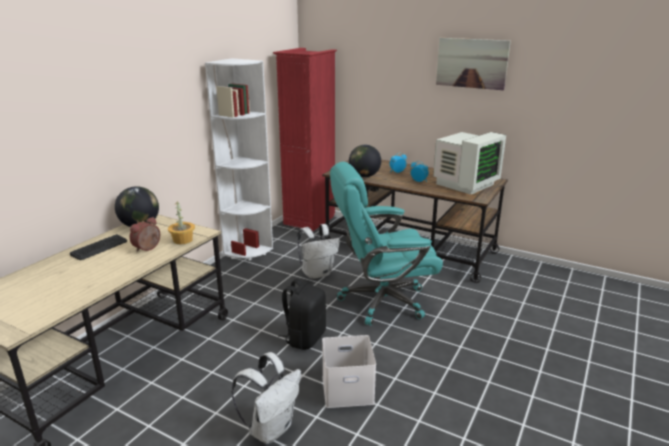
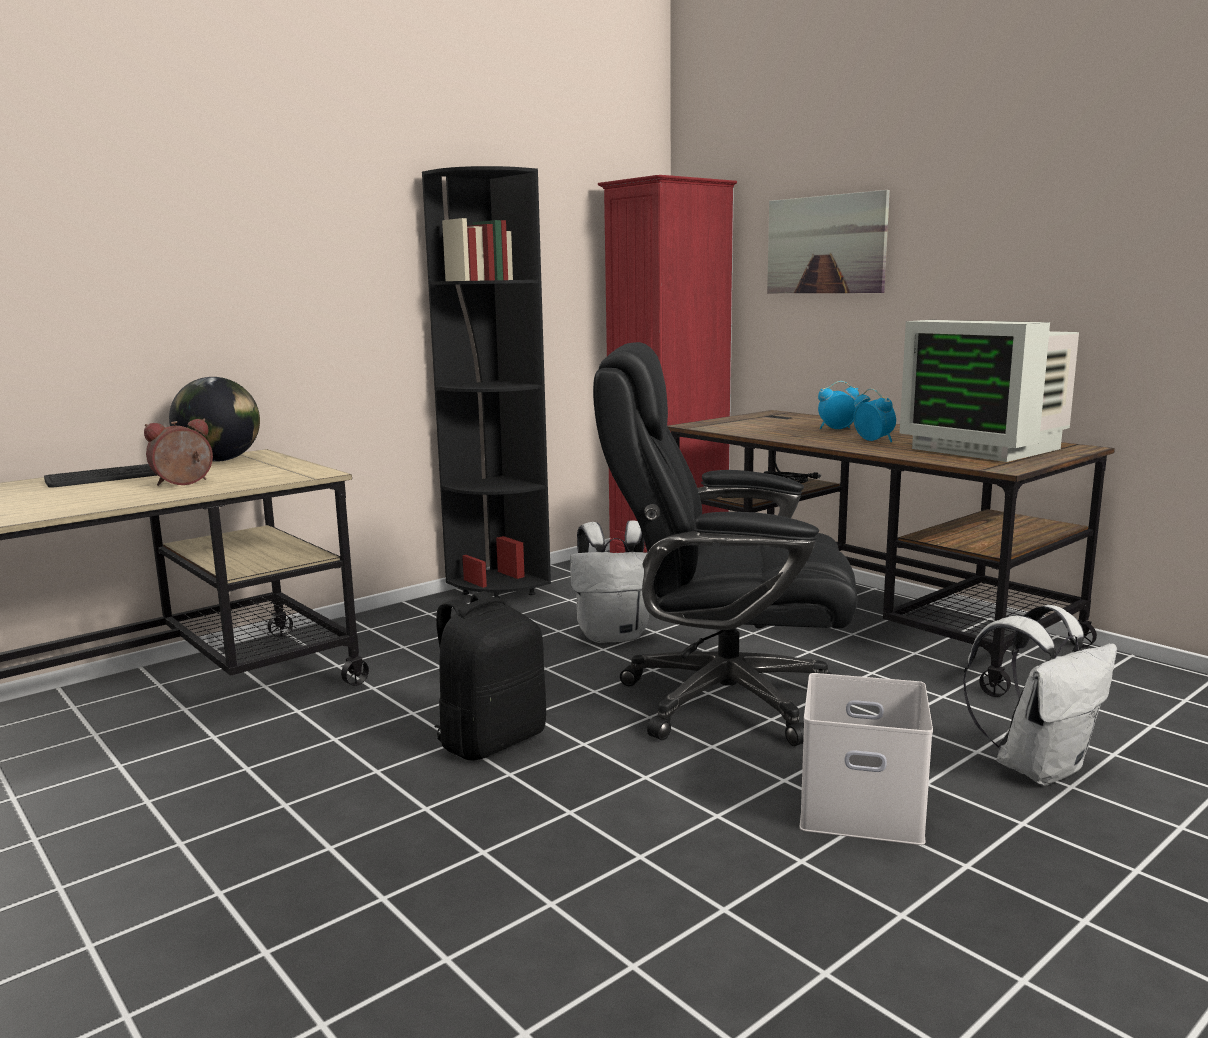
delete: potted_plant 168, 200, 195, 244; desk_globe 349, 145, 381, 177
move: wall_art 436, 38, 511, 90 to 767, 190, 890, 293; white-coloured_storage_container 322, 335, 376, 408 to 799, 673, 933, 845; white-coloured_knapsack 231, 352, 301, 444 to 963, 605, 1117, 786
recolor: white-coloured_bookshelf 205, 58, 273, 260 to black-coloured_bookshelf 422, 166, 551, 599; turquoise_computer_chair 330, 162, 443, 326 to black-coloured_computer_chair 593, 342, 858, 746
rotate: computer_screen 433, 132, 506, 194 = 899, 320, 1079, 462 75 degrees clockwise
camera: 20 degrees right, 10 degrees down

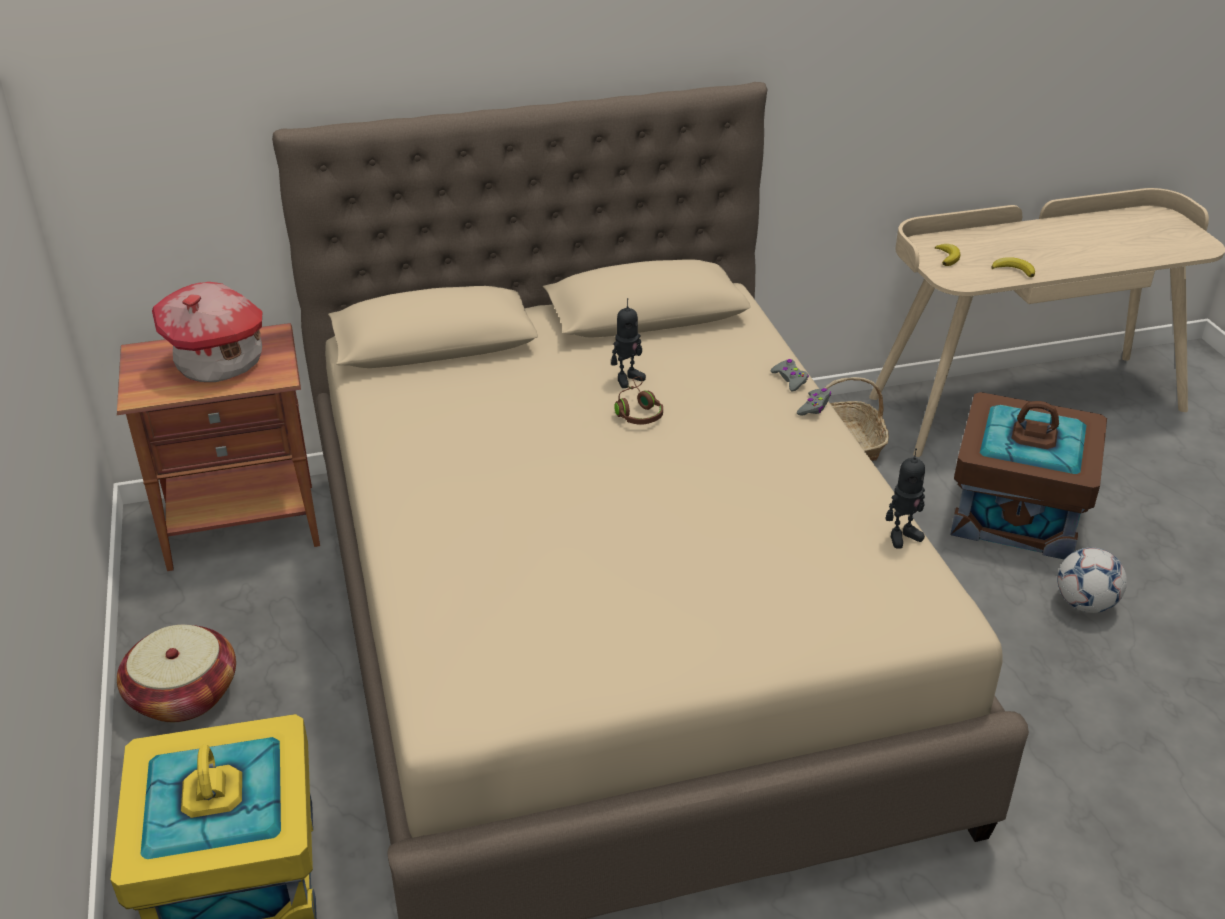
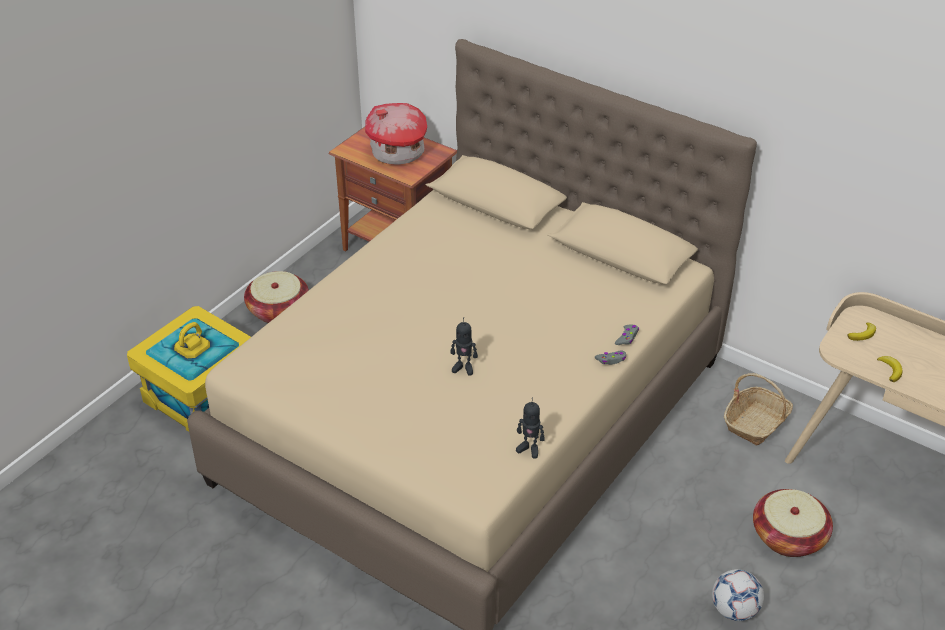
delete: brown_headphones 614, 377, 663, 425
move: robot_figure 611, 298, 646, 388 to 450, 317, 478, 376
replace: brown_storage_container 950, 392, 1107, 560 to storage_basket 753, 489, 833, 557
camera: 50 degrees right, 5 degrees up

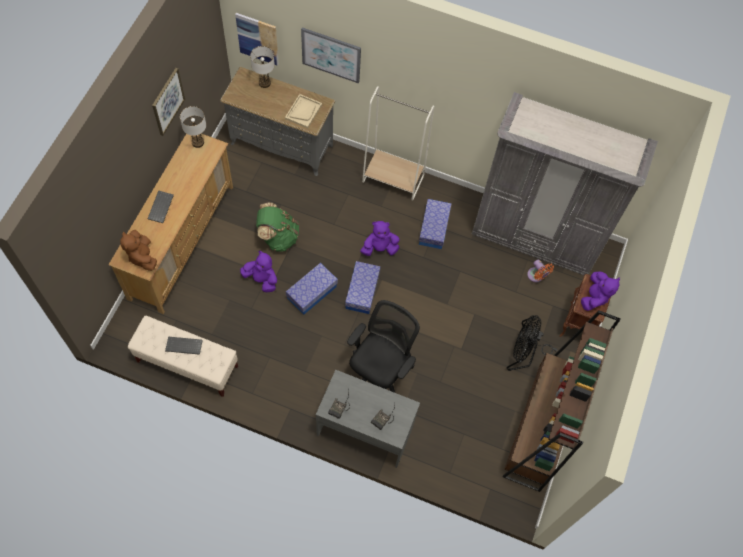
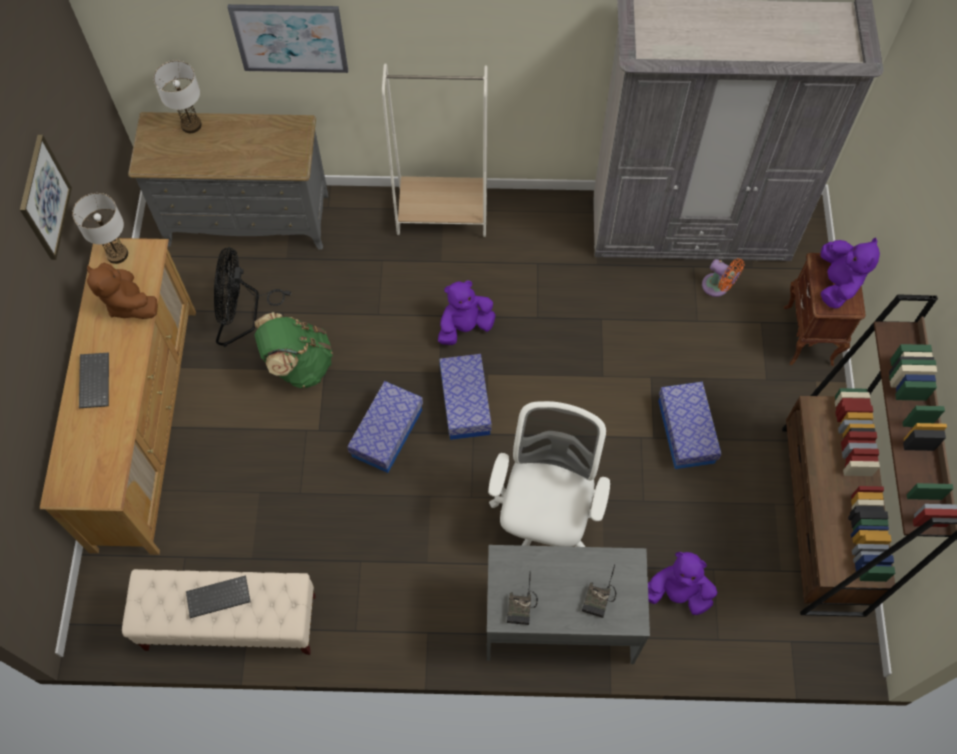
delete: wall_art 235, 13, 279, 66; sand-coloured_carrying_tray 285, 94, 322, 128
move: brown_soft_toy 120, 230, 157, 271 to 87, 263, 158, 319; black-coloured_cooling_fan 506, 315, 557, 371 to 214, 247, 292, 347; purplish_soft_toy 240, 251, 277, 292 to 648, 552, 717, 615; storage_container 419, 199, 451, 249 to 658, 382, 721, 469
recolor: black-coloured_computer_chair 347, 300, 420, 393 to white-coloured_computer_chair 488, 401, 610, 547
camera: 15 degrees left, 0 degrees up

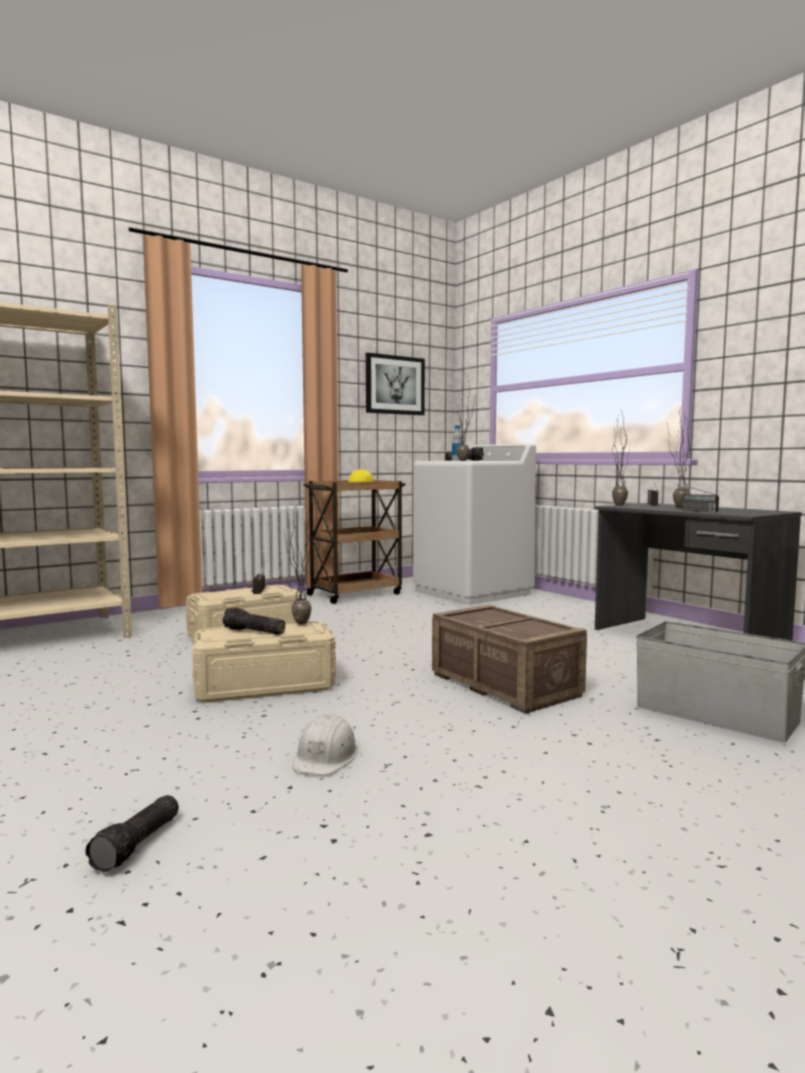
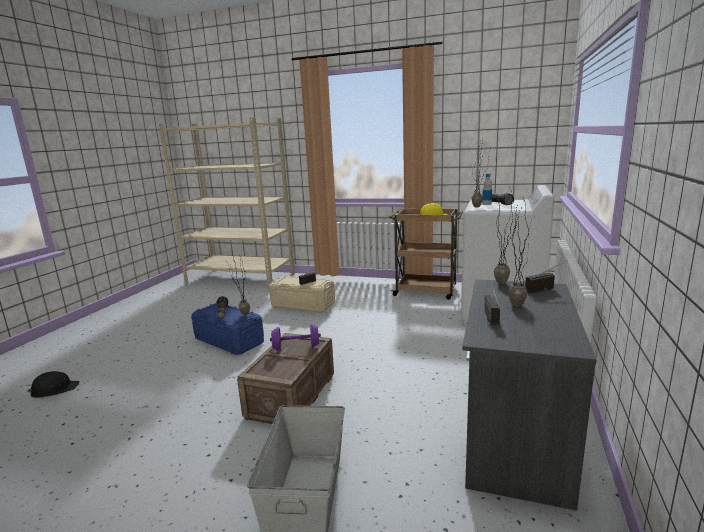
delete: white-coloured_safety_helmet 293, 714, 358, 775; wall_art 366, 353, 425, 415
insert: purplish_dumbbell 270, 324, 321, 351
replace: flashlight 85, 795, 179, 873 to black-coloured_safety_helmet 27, 371, 79, 398
recolor: sand-coloured_storage_container 192, 621, 336, 702 to bluish_storage_container 191, 303, 264, 355
camera: 55 degrees right, 10 degrees up

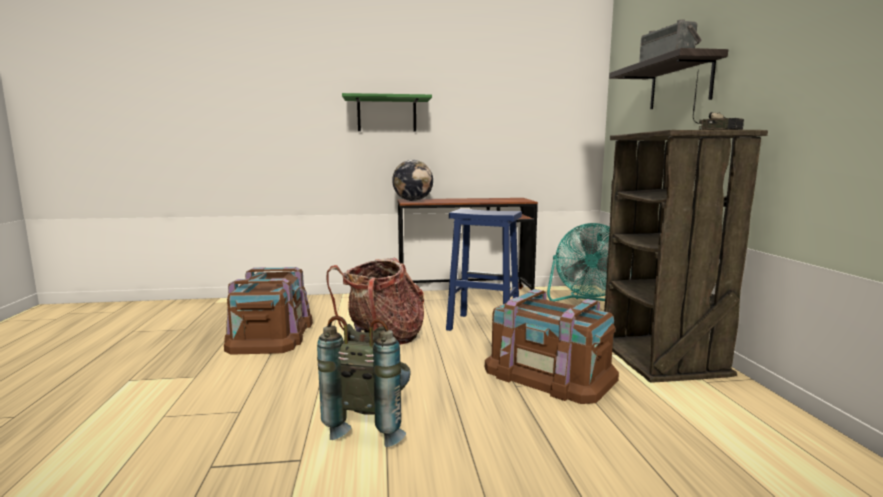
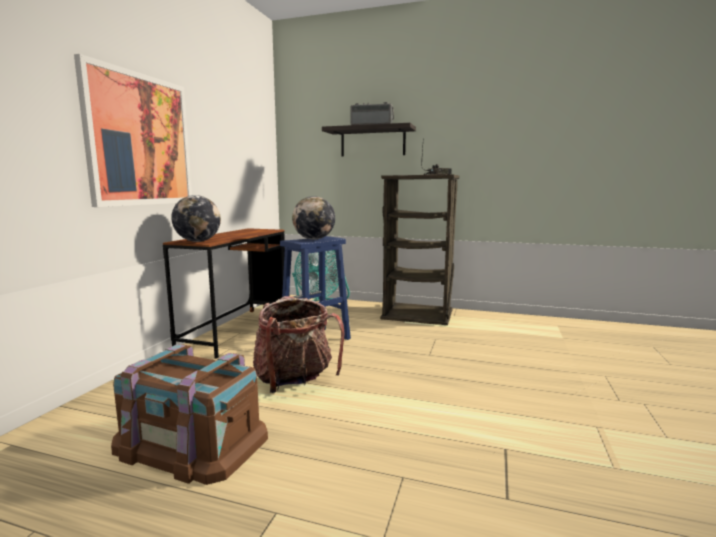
delete: greyish_knapsack 317, 316, 411, 447; brown_storage_container 485, 289, 619, 404
insert: desk_globe 292, 196, 335, 240
replace: greenish_bracket_shelf 342, 93, 432, 132 to wall_art 74, 54, 192, 207
camera: 65 degrees left, 0 degrees up

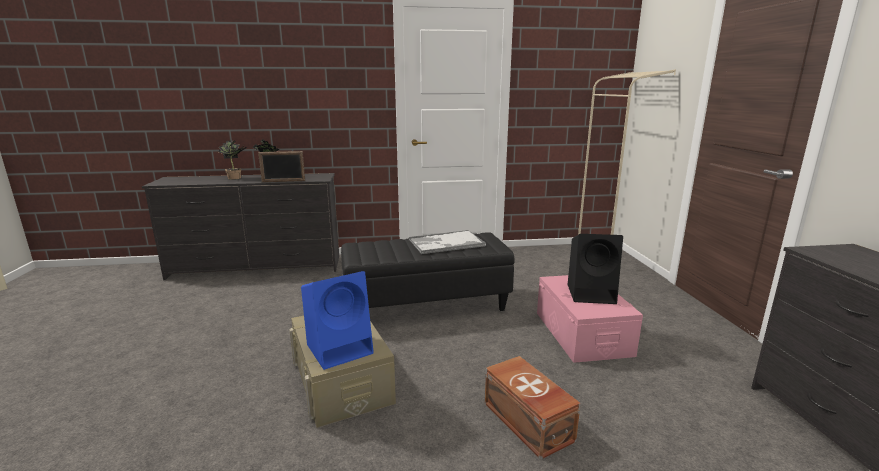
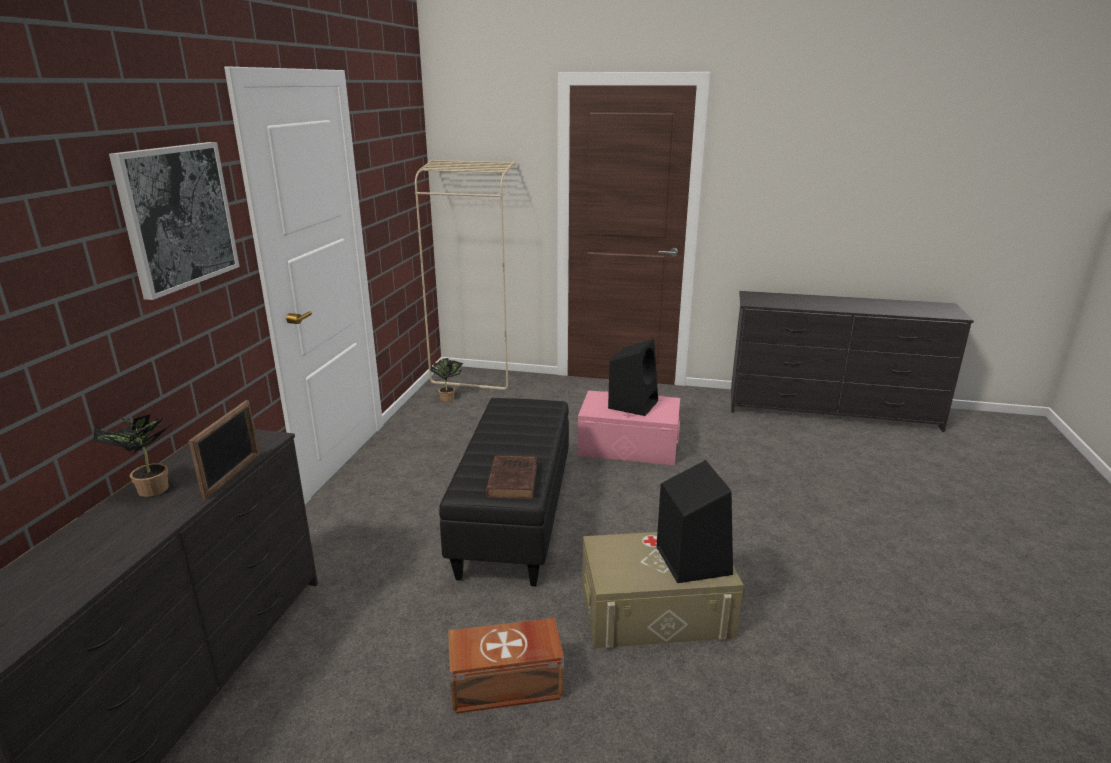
delete: carrying_tray 409, 230, 486, 254
insert: wall_art 109, 142, 240, 300; brown_bound_book 486, 455, 537, 499
move: potted_plant 218, 141, 247, 180 to 430, 358, 463, 402; brown_storage_container 485, 356, 581, 460 to 448, 618, 564, 714
recolor: bluish_speaker 301, 271, 374, 370 to black-coloured_speaker 656, 460, 733, 583
camera: 70 degrees left, 5 degrees up

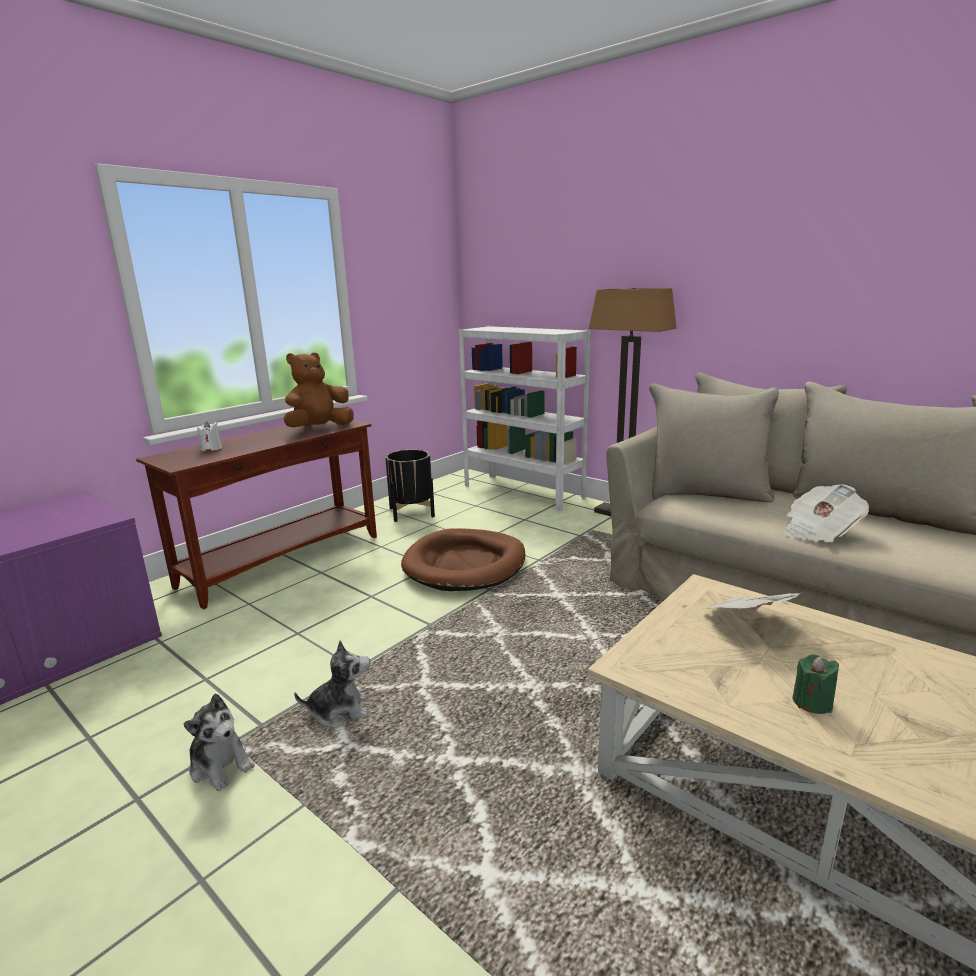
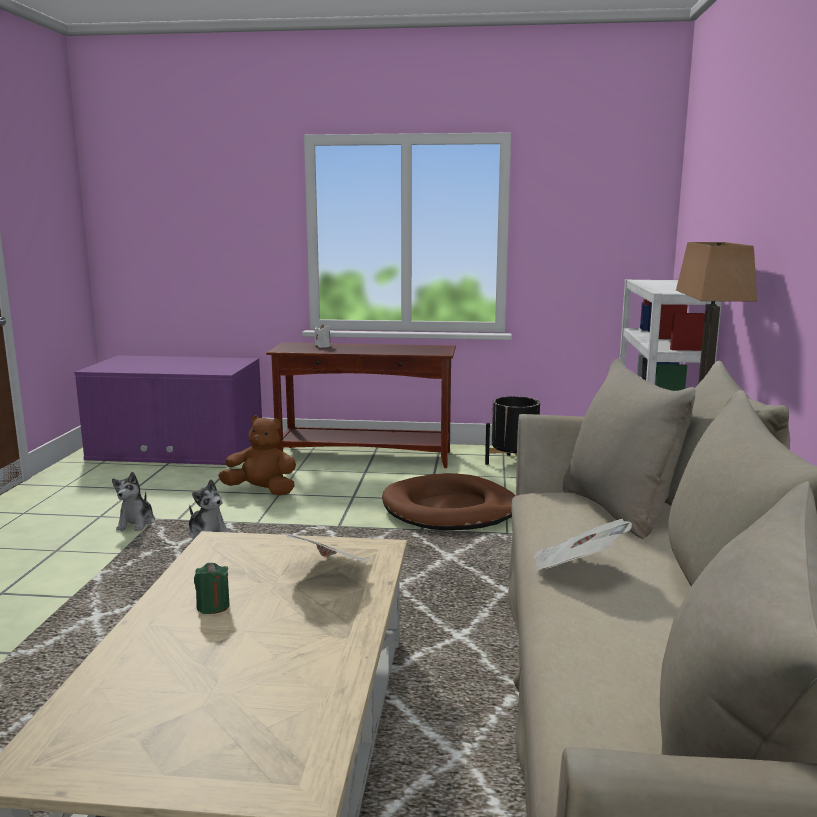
move: brown_soft_toy 284, 352, 354, 427 to 218, 415, 296, 496
camera: 55 degrees right, 5 degrees down

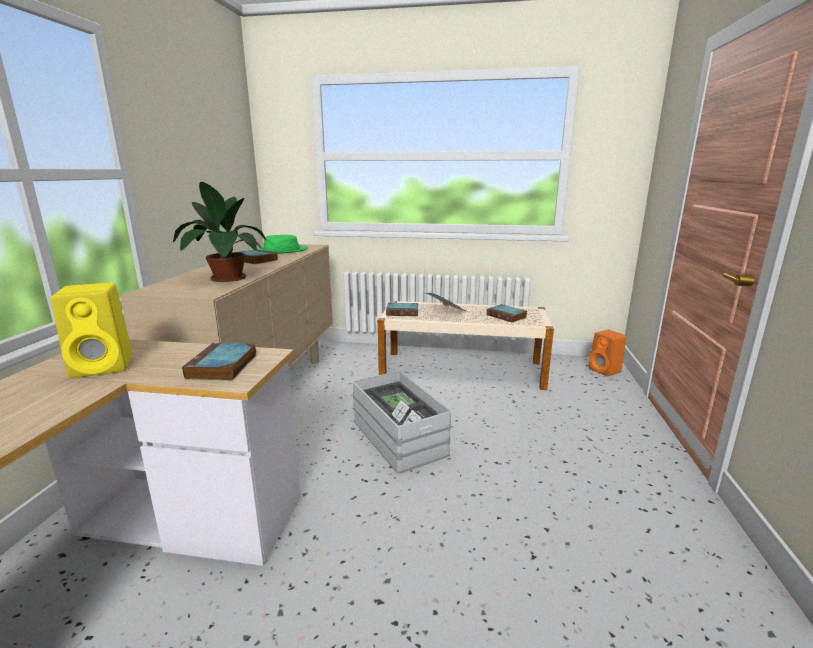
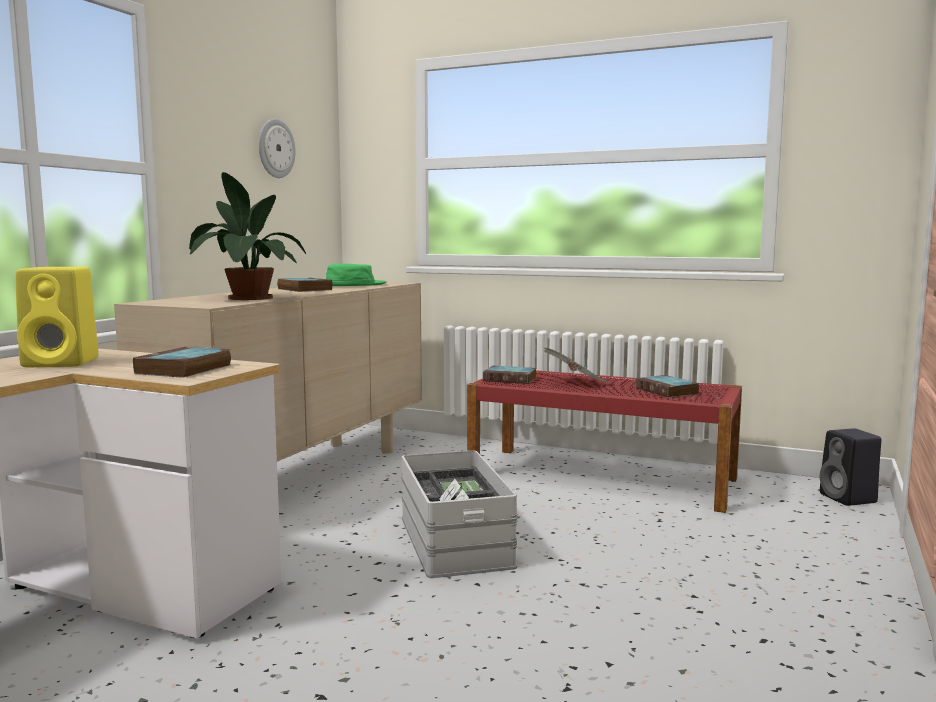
insert: clock_on_the_wall 258, 119, 296, 178
recolor: sand-coloured_indoor_bench 378, 301, 554, 390 to red_indoor_bench 467, 370, 742, 513; orangey_speaker 589, 330, 626, 376 to black-coloured_speaker 820, 428, 881, 506
camera: 15 degrees right, 10 degrees down

